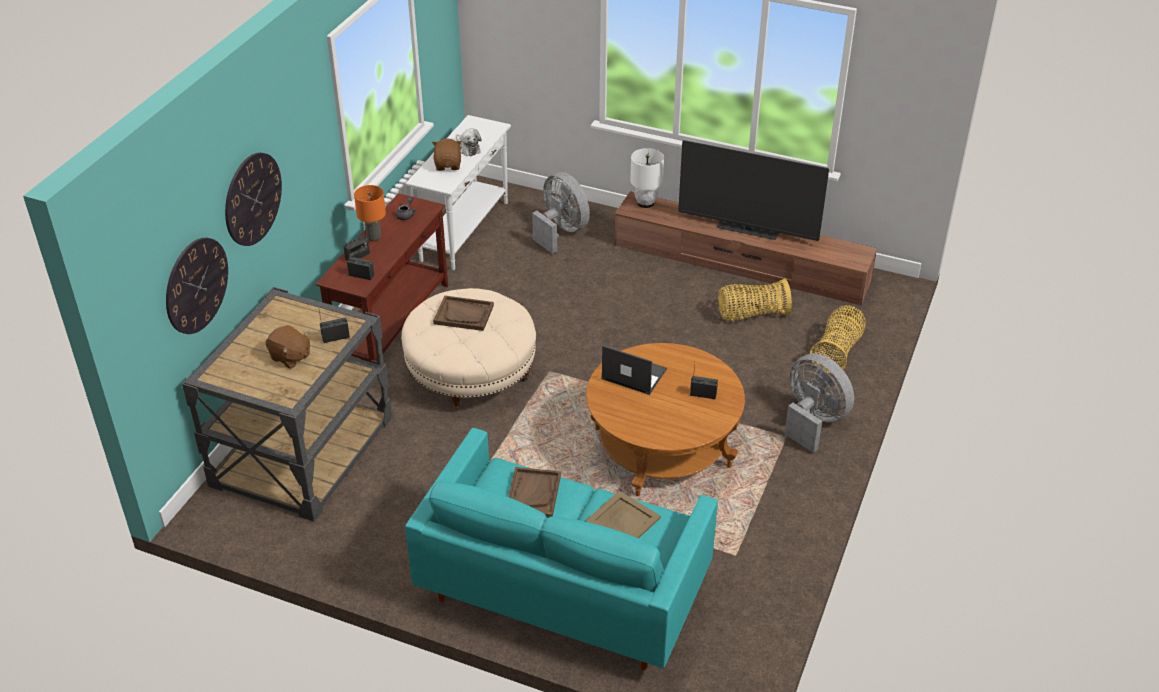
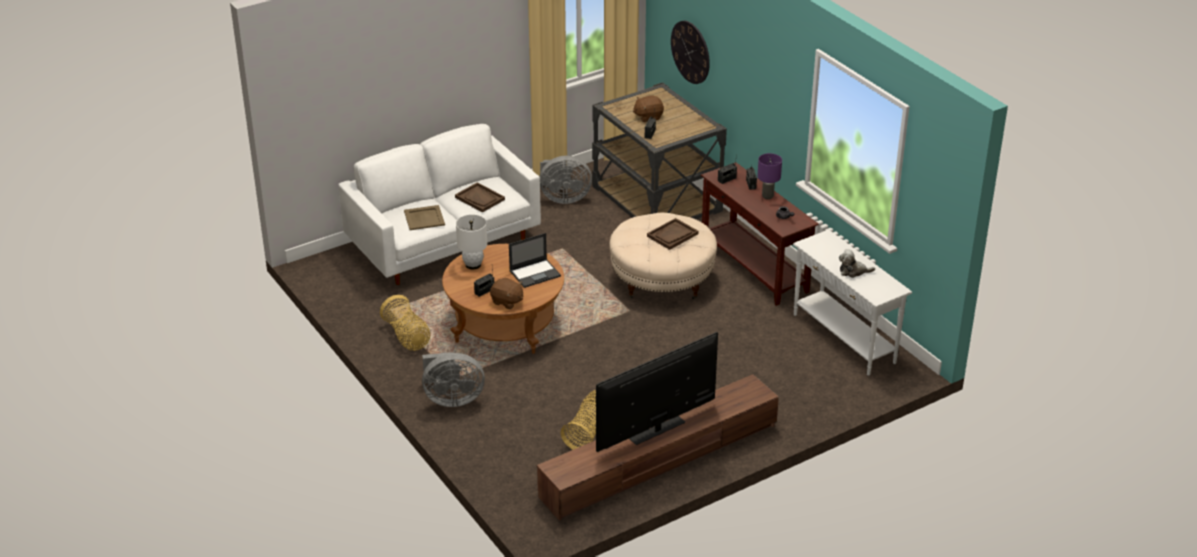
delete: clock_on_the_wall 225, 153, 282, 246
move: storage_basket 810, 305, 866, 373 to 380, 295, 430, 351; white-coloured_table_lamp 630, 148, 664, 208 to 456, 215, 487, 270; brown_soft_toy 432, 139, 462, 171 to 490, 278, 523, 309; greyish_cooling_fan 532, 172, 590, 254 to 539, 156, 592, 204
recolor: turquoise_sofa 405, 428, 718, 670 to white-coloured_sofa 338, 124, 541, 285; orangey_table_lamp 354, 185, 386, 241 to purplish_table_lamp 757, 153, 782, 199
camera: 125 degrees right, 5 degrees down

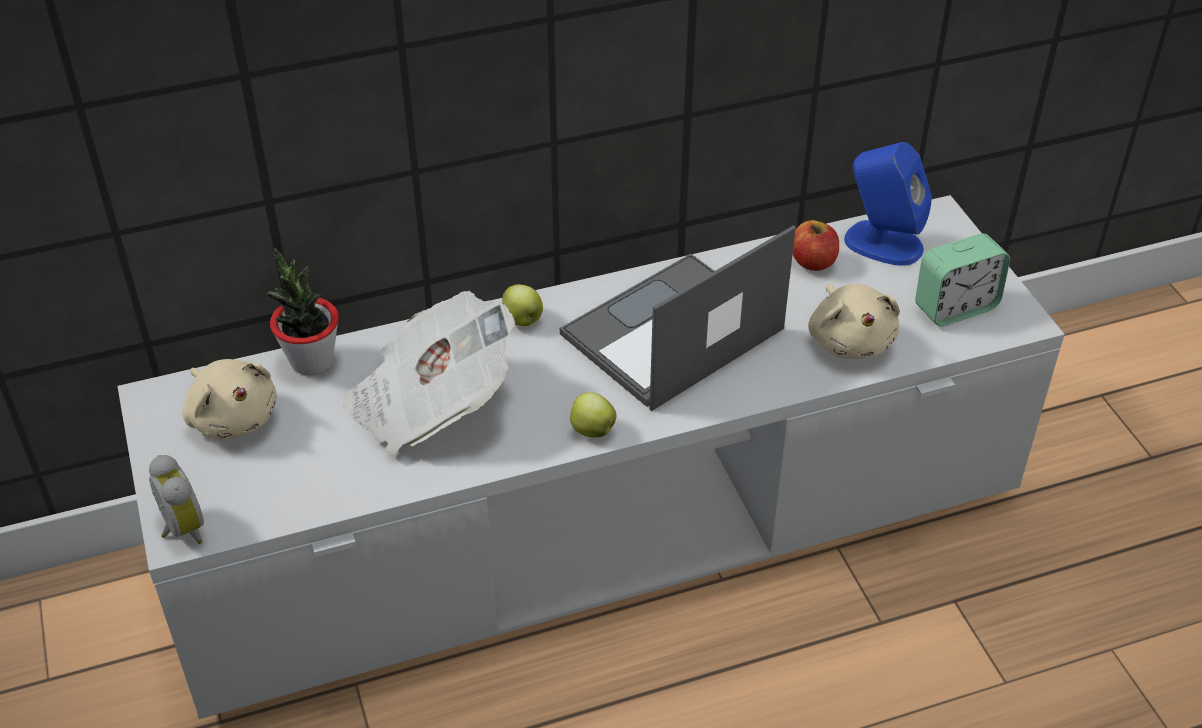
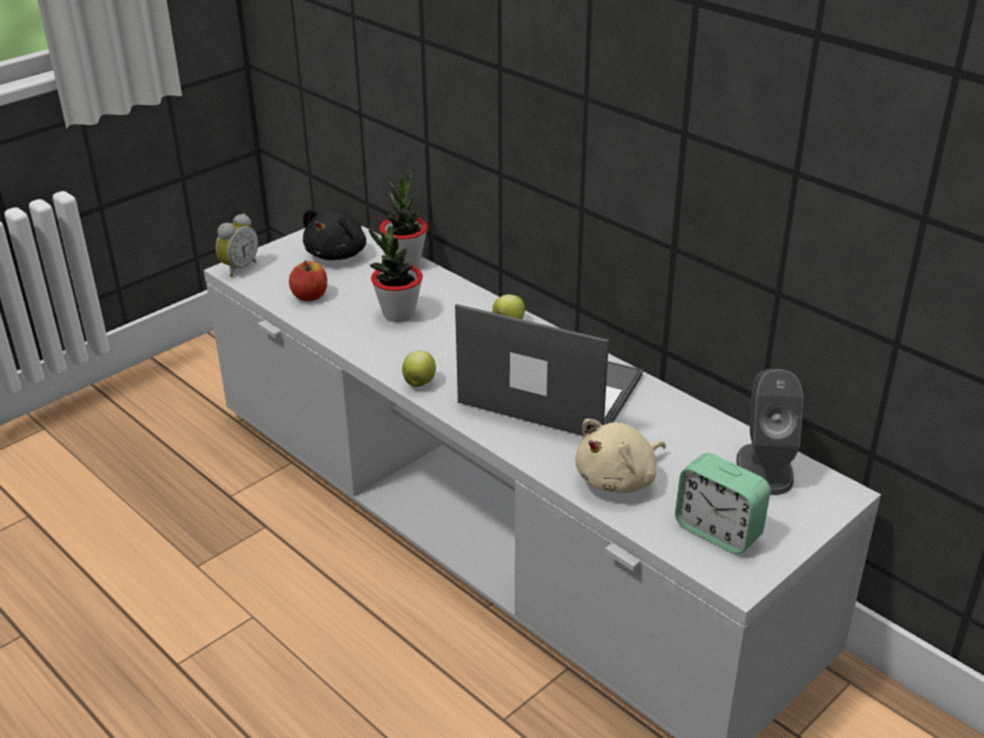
move: whole_apple 793, 220, 839, 271 to 289, 261, 327, 301
replace: printed_paper 343, 291, 515, 455 to potted_plant 369, 226, 423, 322
recolor: sand-coloured_soft_toy 183, 359, 277, 440 to black-coloured_soft_toy 303, 209, 366, 260; bluish_speaker 844, 142, 932, 266 to greyish_speaker 736, 369, 803, 495
camera: 65 degrees right, 10 degrees down

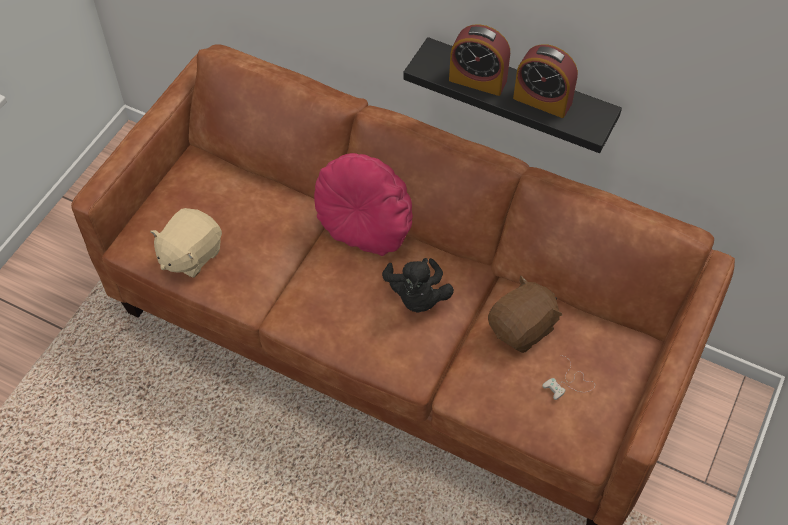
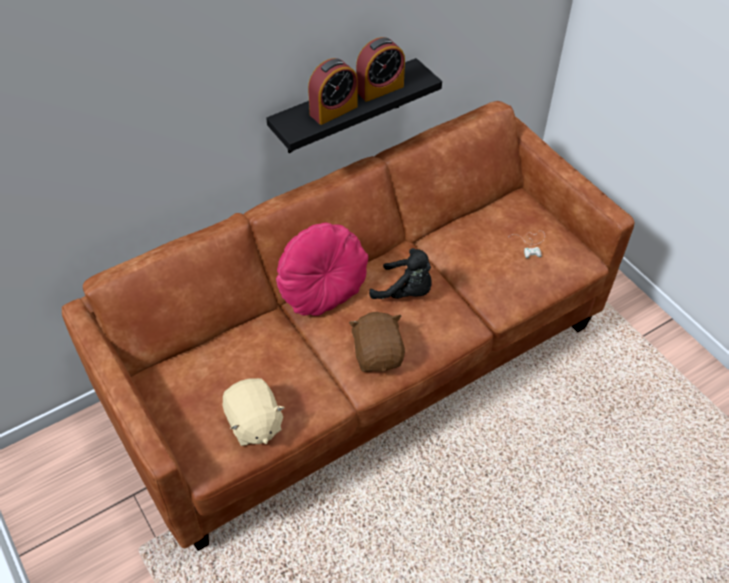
move: brown_soft_toy 488, 276, 562, 353 to 349, 312, 405, 372
camera: 60 degrees left, 5 degrees down

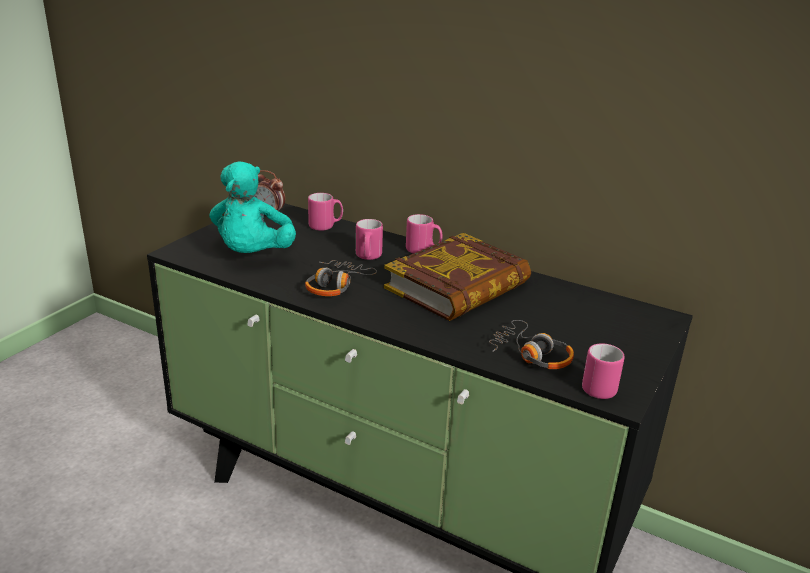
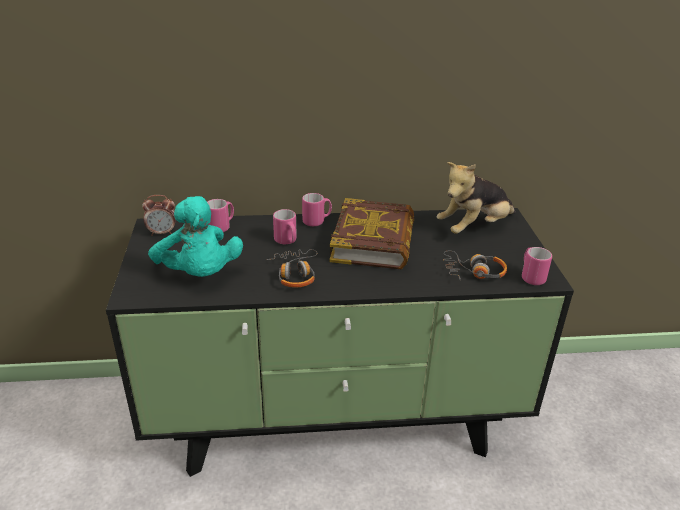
insert: soft_toy 437, 162, 515, 234
camera: 35 degrees left, 5 degrees up

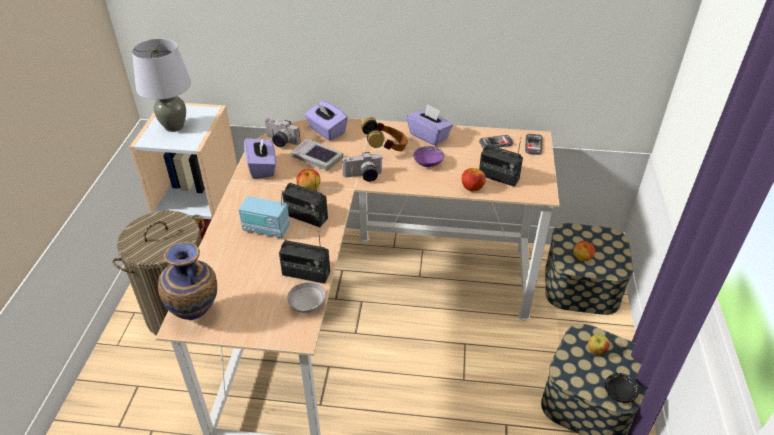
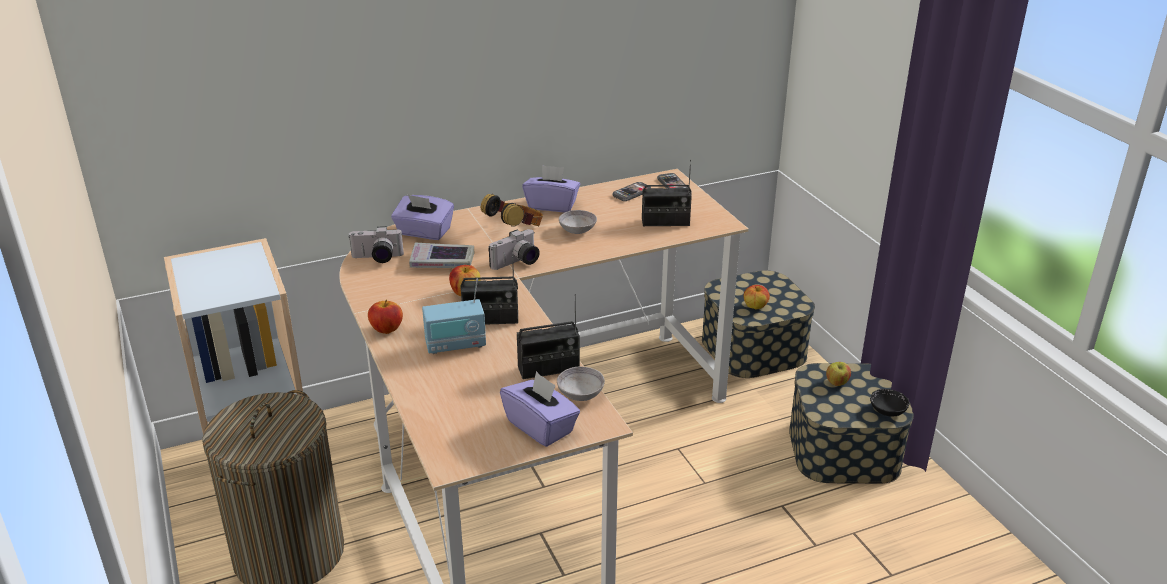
delete: greyish_table_lamp 132, 38, 191, 132; vase 158, 242, 217, 320
move: whole_apple 462, 168, 486, 192 to 368, 300, 403, 334; purplish_box_of_tissues 244, 136, 276, 179 to 500, 371, 580, 447
recolor: purplish_serving_bowl 414, 146, 444, 167 to greyish_serving_bowl 559, 210, 597, 234
camera: 30 degrees left, 10 degrees down

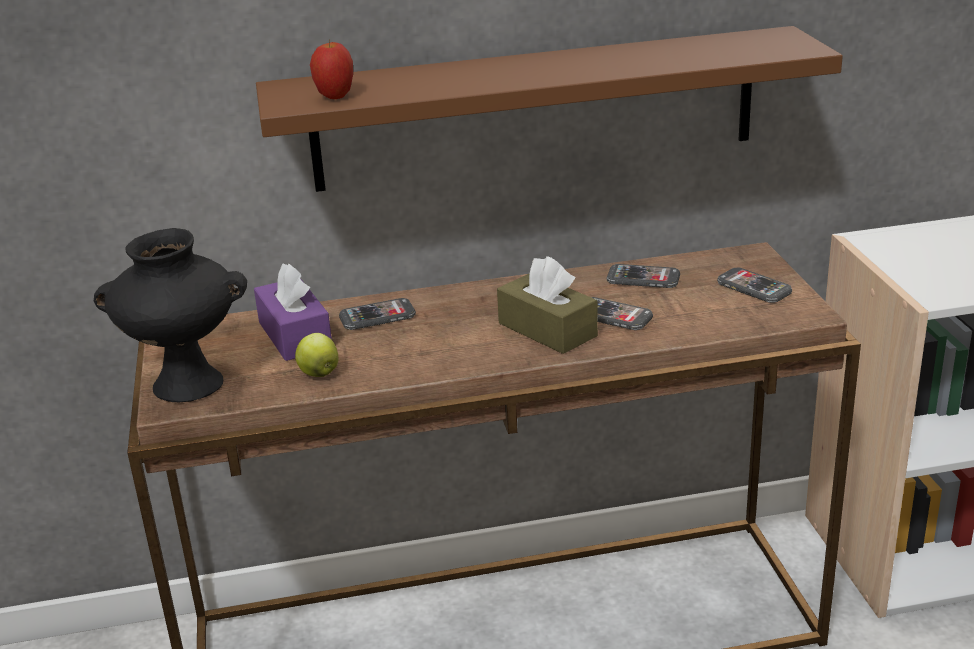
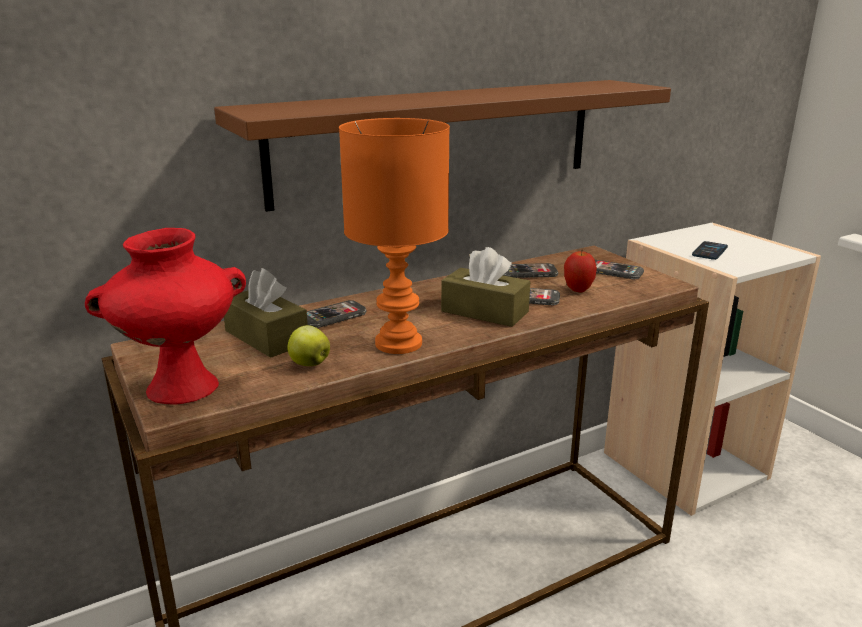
insert: orangey_table_lamp 339, 118, 450, 354; phone 692, 241, 728, 260
move: whole_apple 310, 39, 353, 99 to 564, 251, 597, 293
recolor: black-coloured_vase 94, 228, 247, 402 to red_vase 85, 228, 246, 405; purplish_box_of_tissues 254, 263, 332, 361 to brown_box_of_tissues 224, 268, 308, 358
camera: 20 degrees left, 5 degrees down

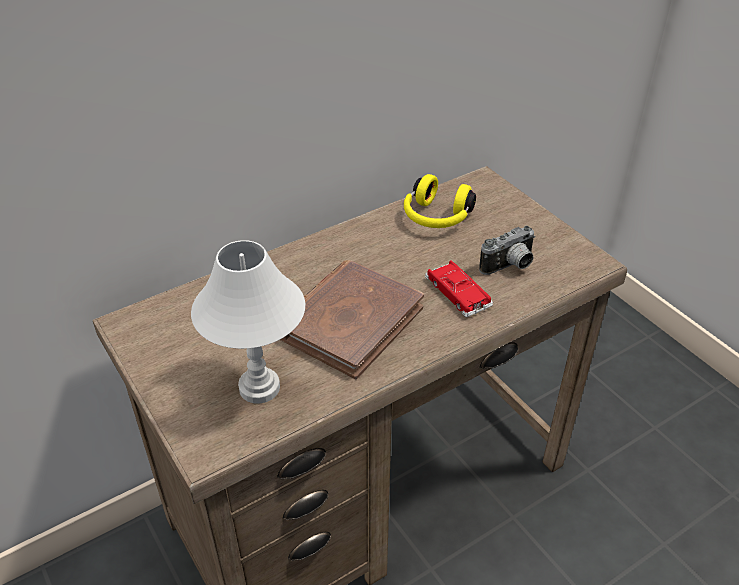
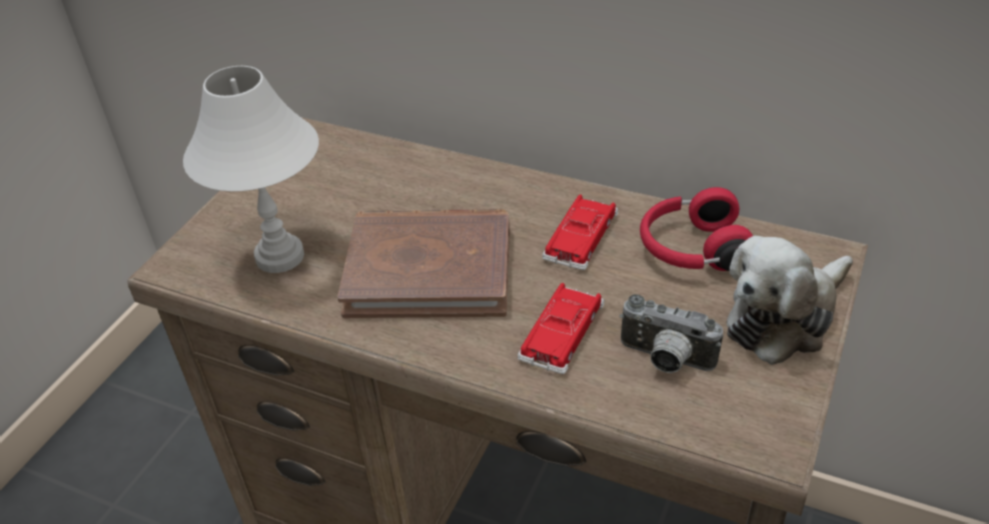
insert: red_miniature_car 542, 195, 618, 270; soft_toy 727, 236, 853, 365
recolor: yellow_headphones 404, 174, 476, 228 to red_headphones 640, 187, 753, 271
camera: 60 degrees right, 0 degrees up

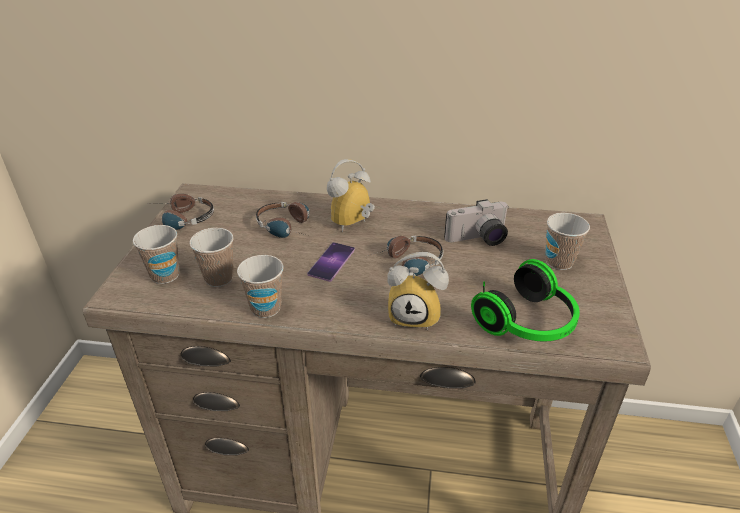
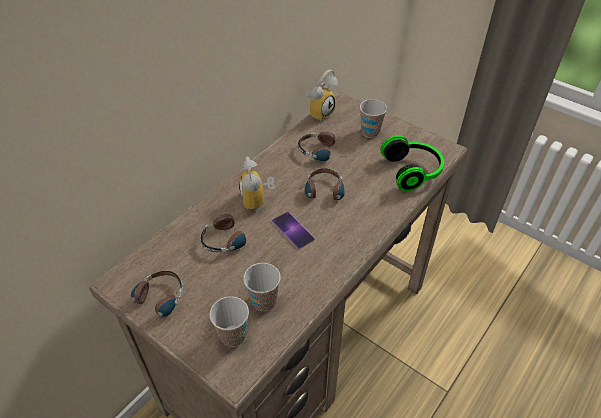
delete: small_cup 237, 255, 283, 318
move: bedside_clock 387, 252, 449, 330 to 305, 69, 338, 121
replace: still_camera 444, 199, 508, 246 to headphones 298, 132, 345, 161
camera: 60 degrees left, 10 degrees up

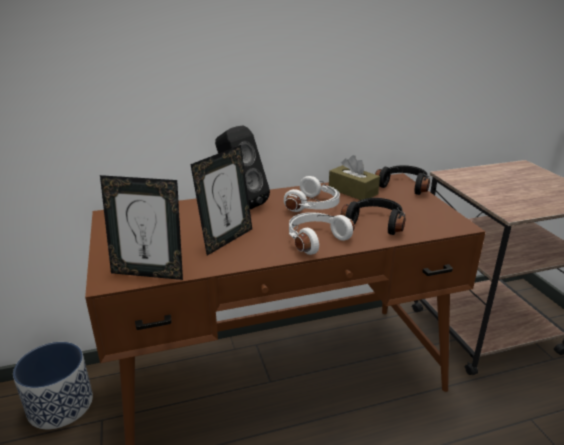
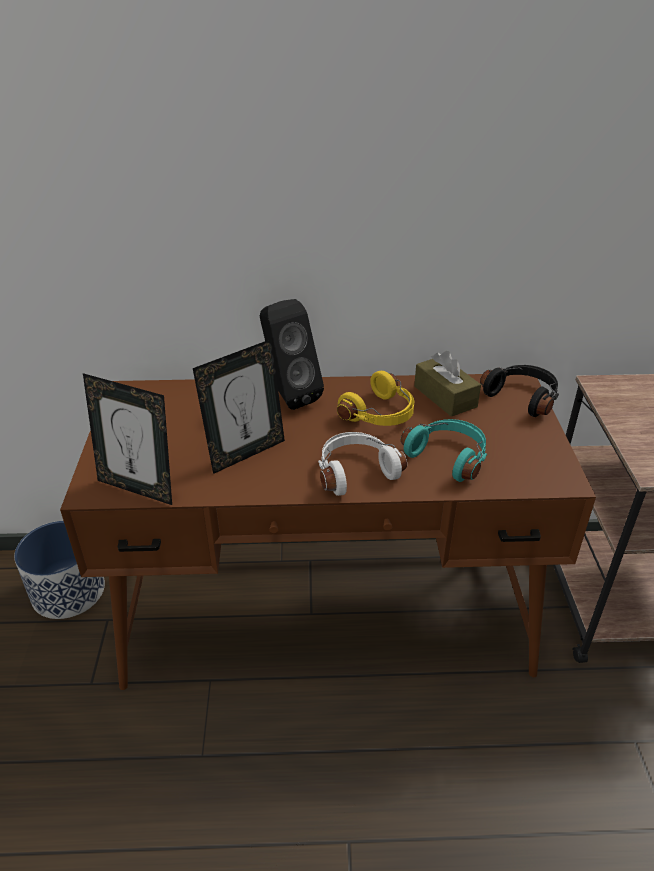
recolor: white-coloured_headphones 284, 176, 340, 212 to yellow_headphones 337, 371, 414, 426; black-coloured_headphones 341, 198, 405, 235 to turquoise_headphones 401, 419, 487, 482
camera: 15 degrees right, 10 degrees up

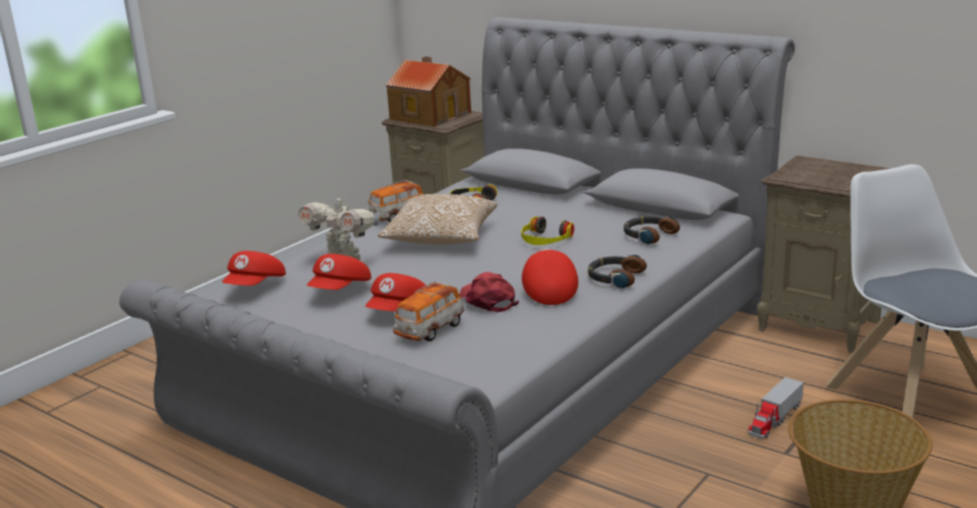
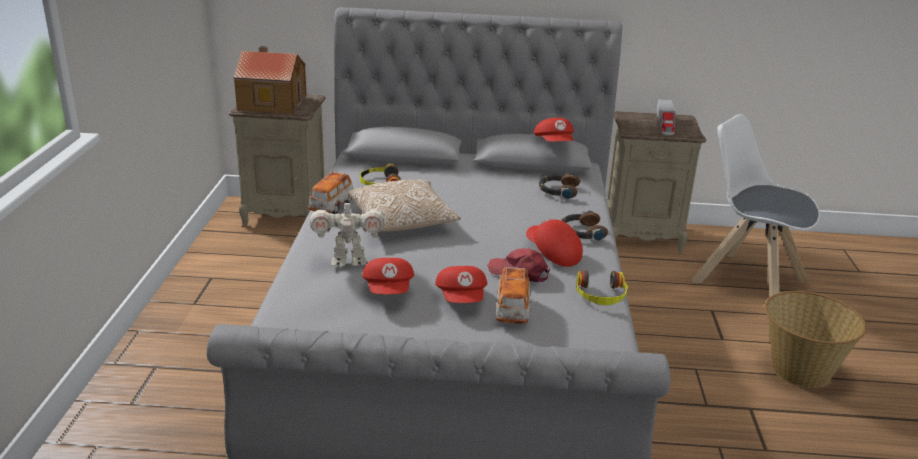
move: red_peaked_cap 222, 251, 286, 286 to 534, 118, 574, 142; headphones 521, 216, 574, 245 to 576, 270, 628, 305; toy_truck 748, 377, 804, 439 to 656, 99, 676, 135
camera: 35 degrees left, 5 degrees up

